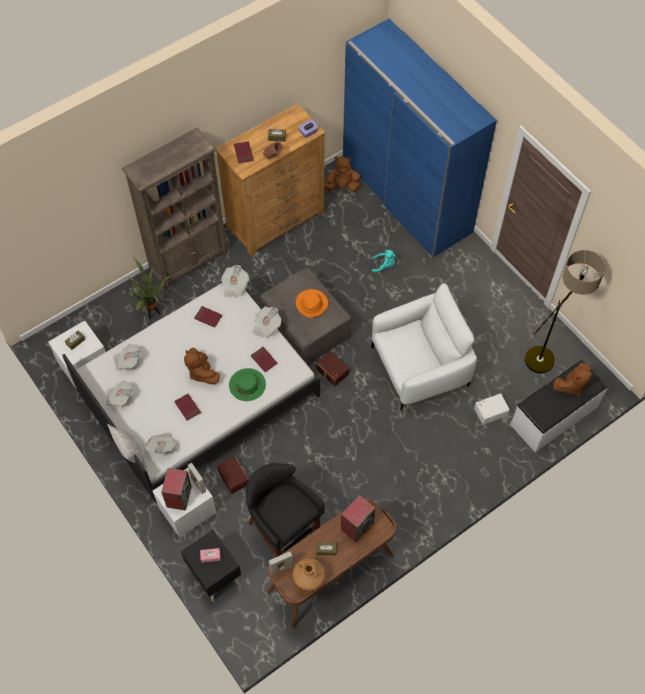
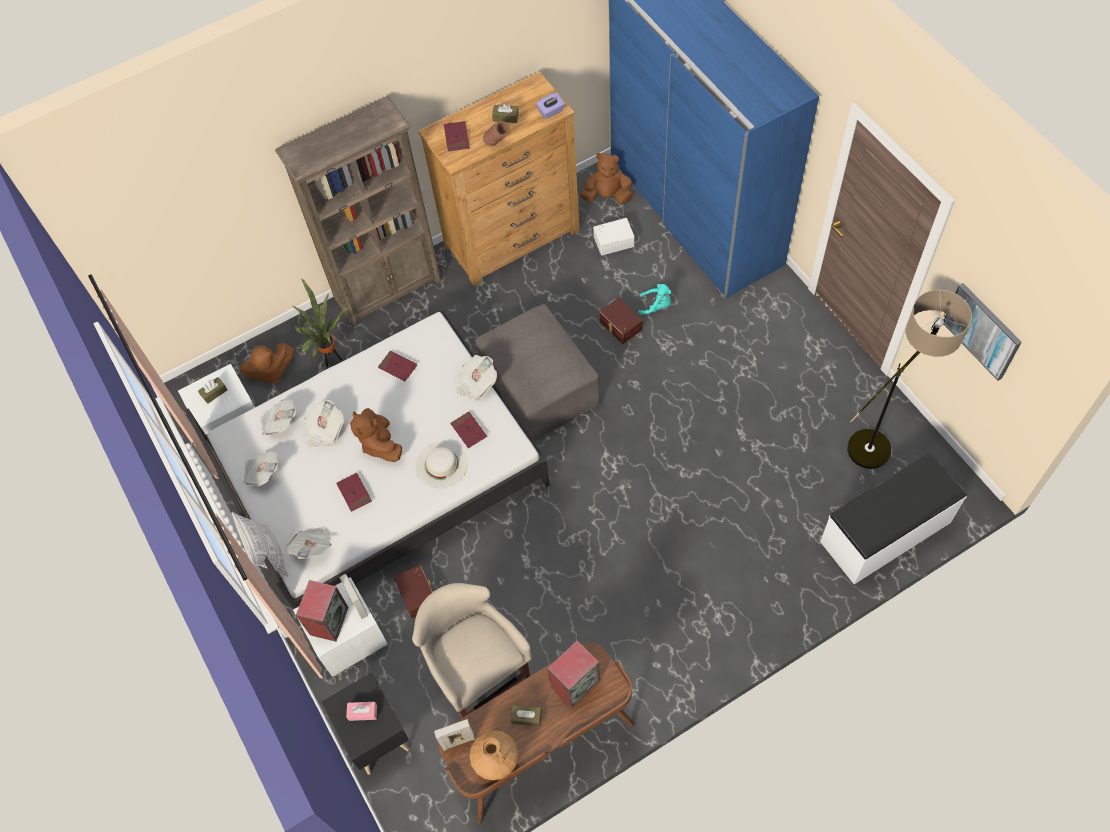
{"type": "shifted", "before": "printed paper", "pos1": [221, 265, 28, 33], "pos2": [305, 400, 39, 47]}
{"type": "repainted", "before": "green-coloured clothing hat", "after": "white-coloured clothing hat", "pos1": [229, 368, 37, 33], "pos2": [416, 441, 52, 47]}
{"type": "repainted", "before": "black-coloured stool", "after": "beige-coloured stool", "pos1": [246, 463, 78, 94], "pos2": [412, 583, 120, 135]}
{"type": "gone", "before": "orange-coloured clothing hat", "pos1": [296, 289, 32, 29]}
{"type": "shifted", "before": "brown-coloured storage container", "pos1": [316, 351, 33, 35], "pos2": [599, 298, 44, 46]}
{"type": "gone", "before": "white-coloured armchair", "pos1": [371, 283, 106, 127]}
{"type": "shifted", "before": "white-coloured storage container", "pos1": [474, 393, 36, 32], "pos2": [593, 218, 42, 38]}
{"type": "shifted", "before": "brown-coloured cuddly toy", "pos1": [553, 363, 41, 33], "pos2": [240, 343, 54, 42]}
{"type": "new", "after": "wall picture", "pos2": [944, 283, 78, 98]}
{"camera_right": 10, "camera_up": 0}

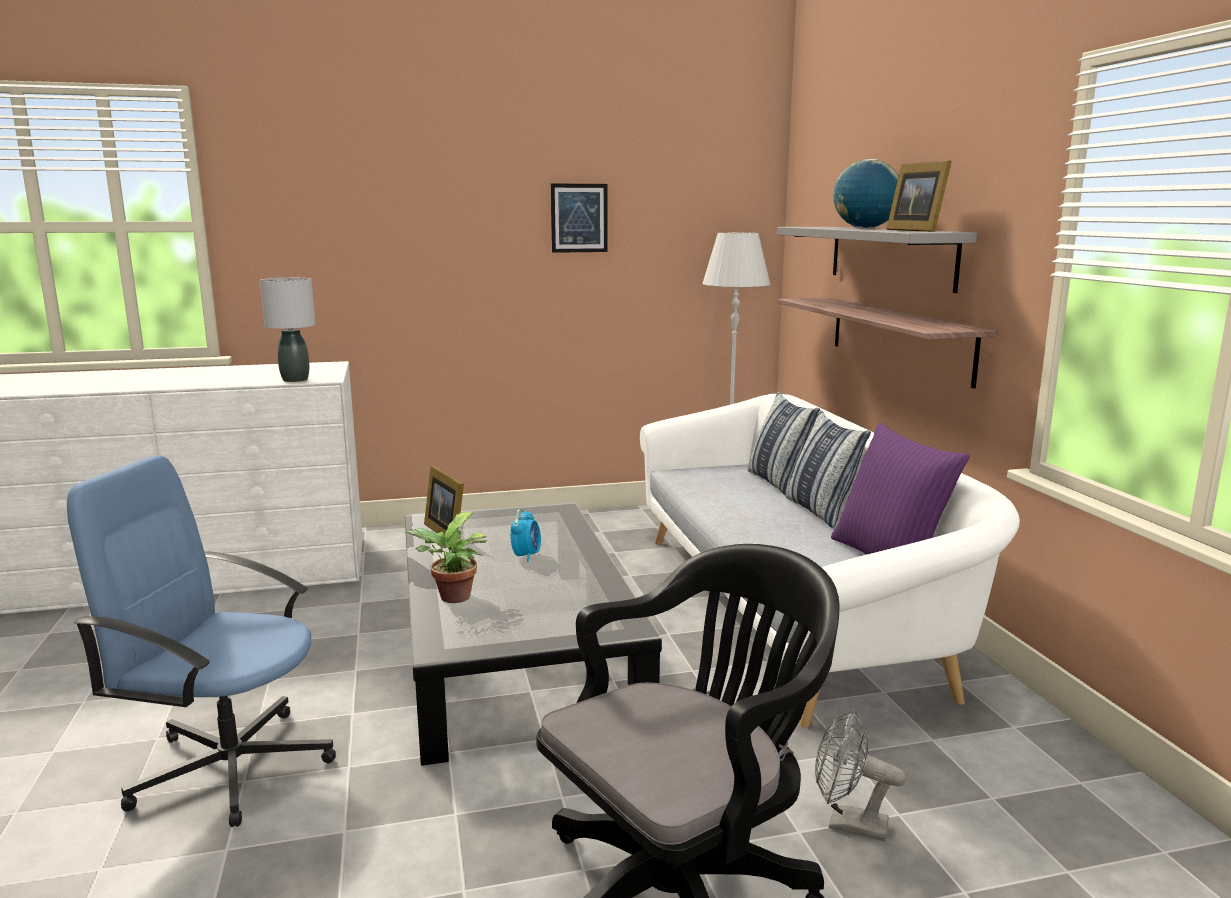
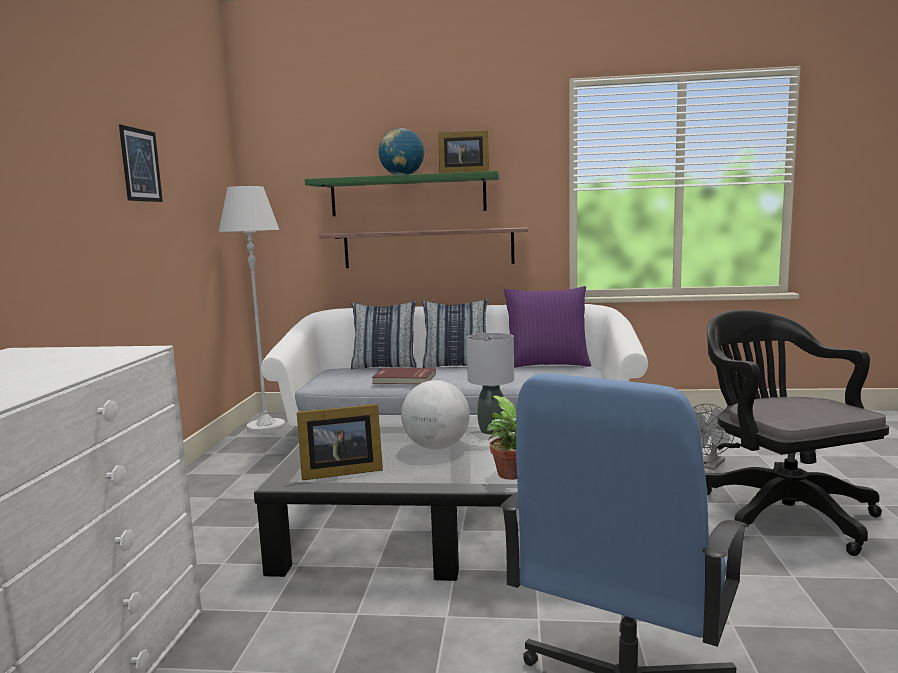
{"type": "shifted", "before": "gray table lamp", "pos1": [260, 278, 56, 104], "pos2": [466, 333, 48, 102]}
{"type": "swapped", "before": "alarm clock", "after": "globe", "pos1": [510, 509, 31, 54], "pos2": [401, 380, 69, 69]}
{"type": "repainted", "before": "gray shelf", "after": "green-coloured shelf", "pos1": [777, 227, 200, 66], "pos2": [305, 171, 194, 45]}
{"type": "new", "after": "reddish book", "pos2": [372, 368, 64, 16]}
{"camera_right": -70, "camera_up": -5}

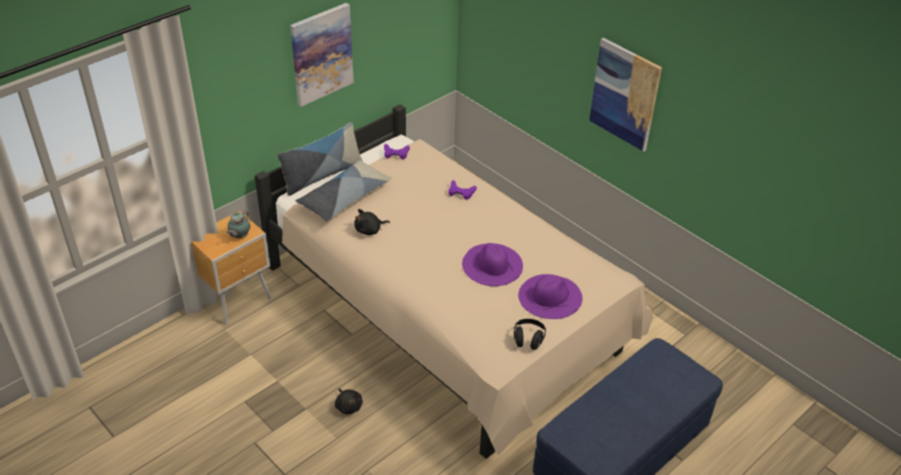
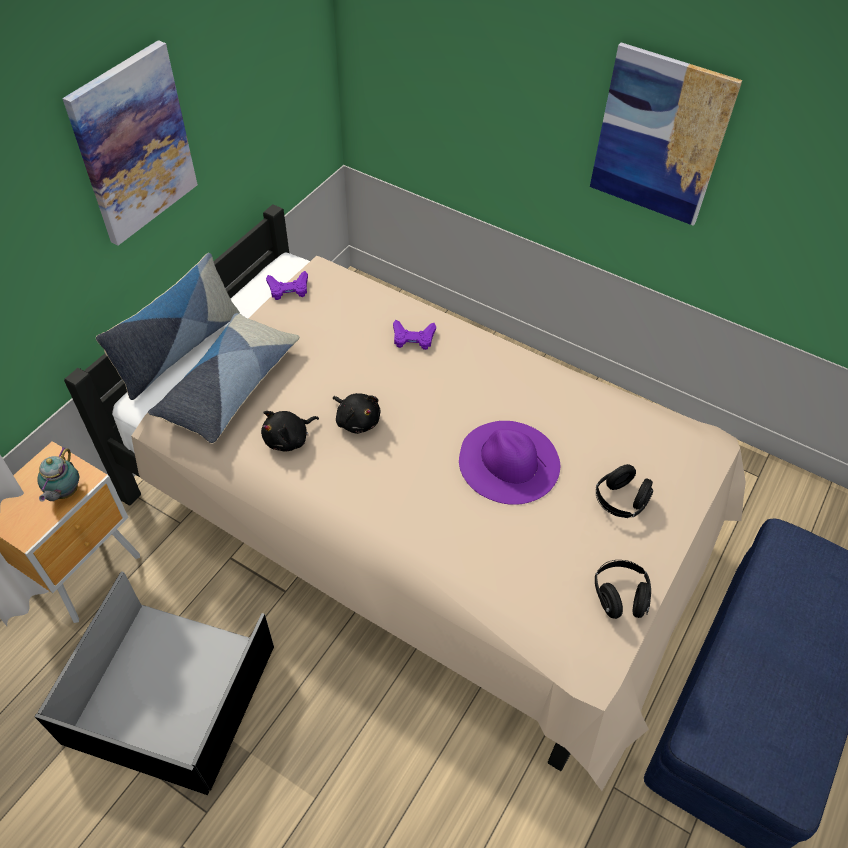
{"type": "shifted", "before": "black-coloured cuddly toy", "pos1": [334, 388, 29, 26], "pos2": [333, 393, 48, 41]}
{"type": "swapped", "before": "purple-coloured clothing hat", "after": "black-coloured pair of headphones", "pos1": [518, 274, 64, 45], "pos2": [596, 464, 57, 54]}
{"type": "new", "after": "black-coloured storage container", "pos2": [34, 571, 240, 224]}
{"camera_right": -15, "camera_up": 10}

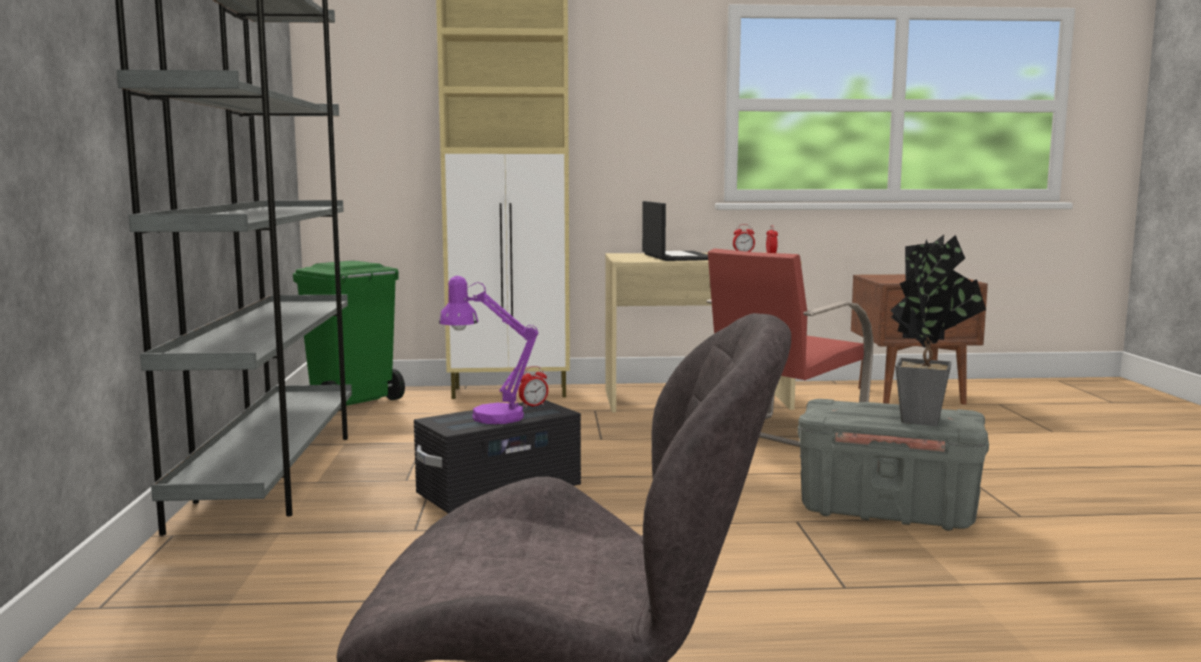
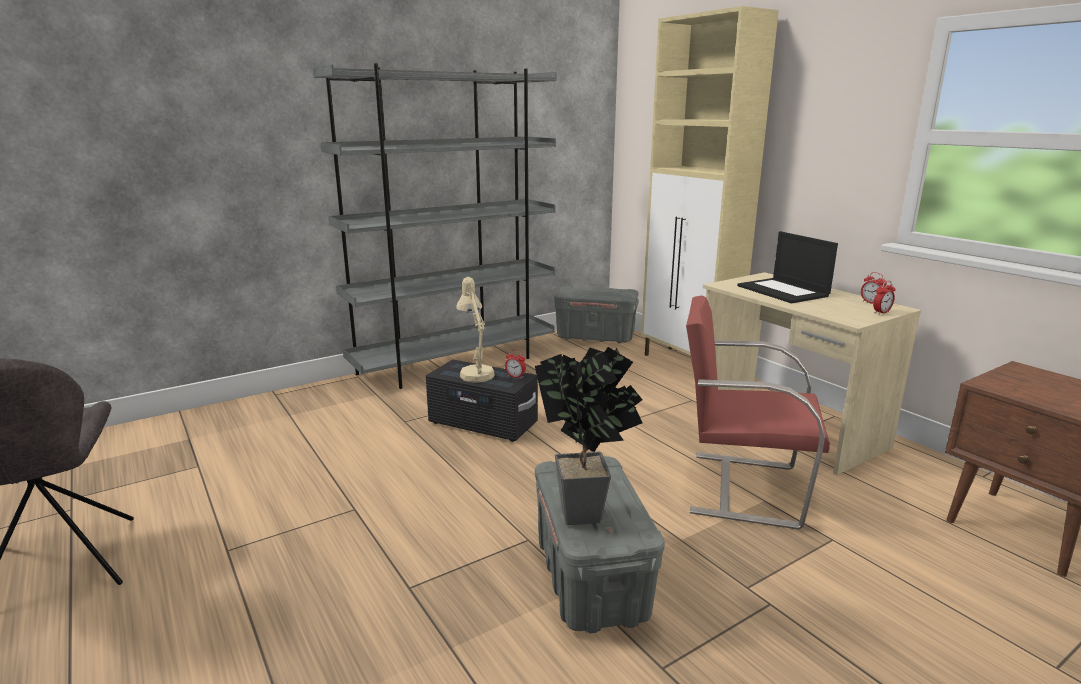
{"type": "swapped", "before": "green-coloured trash can", "after": "gray storage container", "pos1": [293, 260, 112, 146], "pos2": [554, 286, 85, 57]}
{"type": "repainted", "before": "purple-coloured table lamp", "after": "beige-coloured table lamp", "pos1": [439, 276, 99, 148], "pos2": [456, 277, 39, 106]}
{"type": "rotated", "before": "portable computer", "pos1": [642, 201, 66, 60], "pos2": [737, 231, 101, 72], "turn": 105}
{"camera_right": 60, "camera_up": 10}

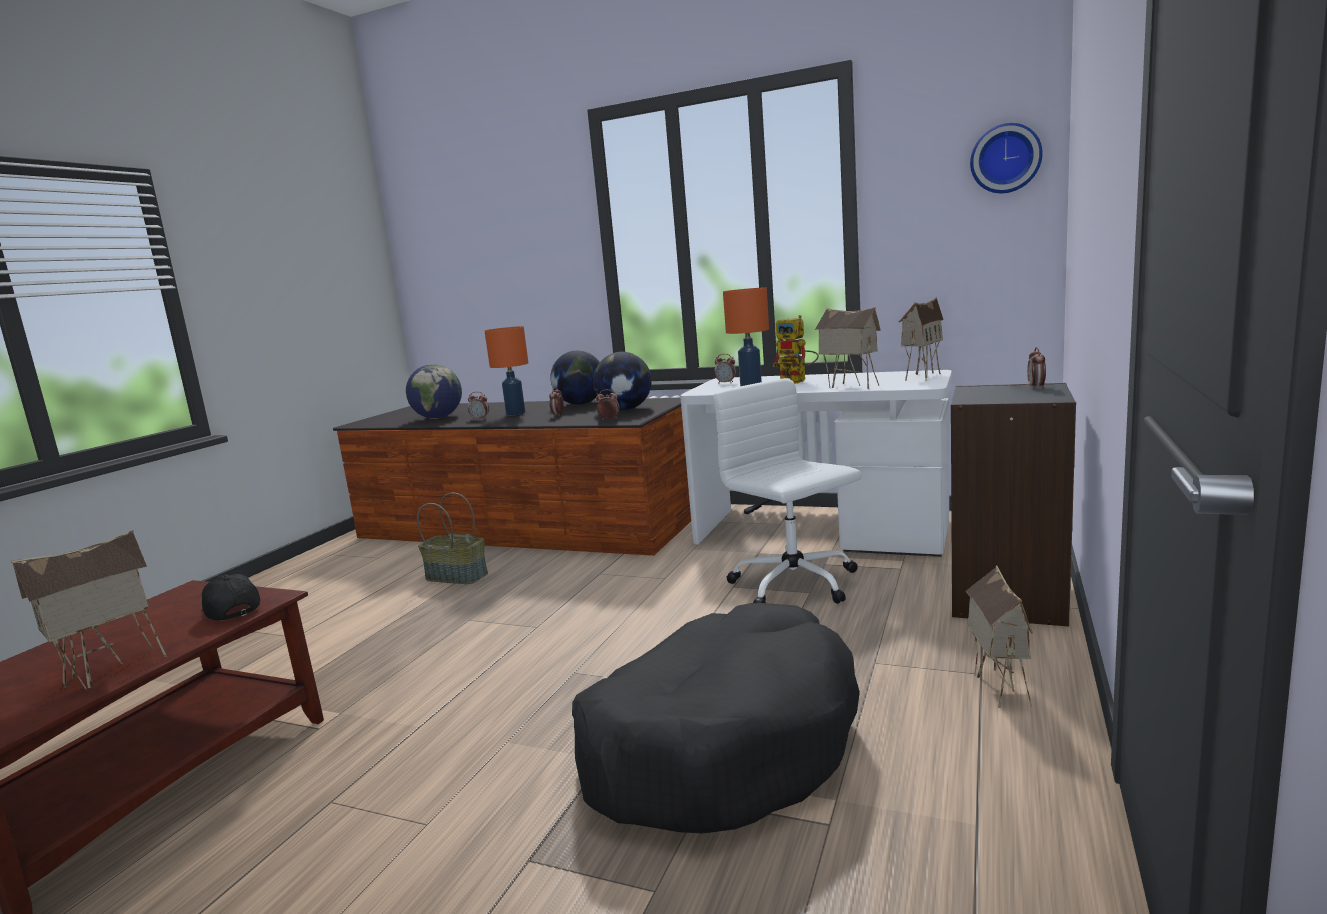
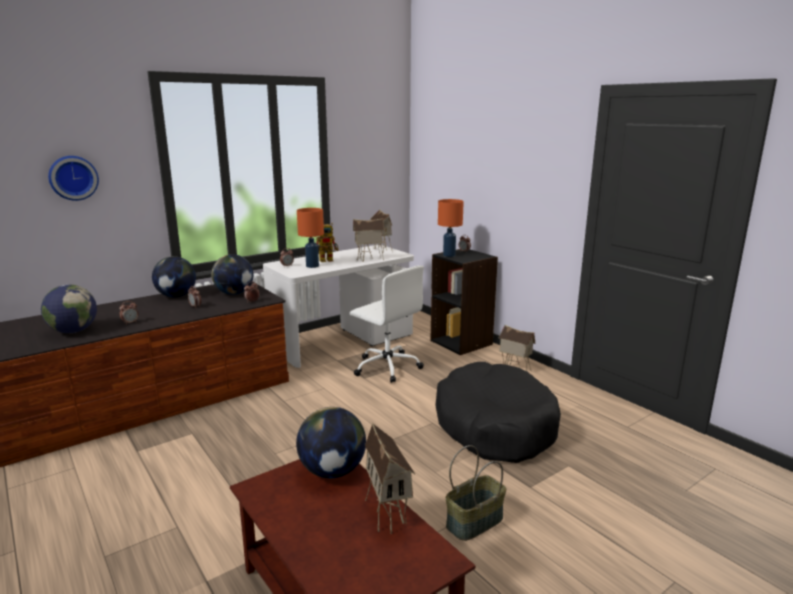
{"type": "swapped", "before": "black-coloured baseball cap", "after": "globe", "pos1": [201, 574, 59, 46], "pos2": [296, 407, 70, 71]}
{"type": "shifted", "before": "storage basket", "pos1": [417, 493, 71, 91], "pos2": [446, 445, 60, 96]}
{"type": "shifted", "before": "orange-coloured table lamp", "pos1": [485, 326, 43, 90], "pos2": [438, 199, 26, 58]}
{"type": "rotated", "before": "white-coloured office chair", "pos1": [713, 378, 149, 226], "pos2": [350, 265, 74, 118], "turn": -135}
{"type": "shifted", "before": "hanging clock", "pos1": [970, 123, 73, 70], "pos2": [48, 156, 51, 45]}
{"camera_right": -60, "camera_up": 5}

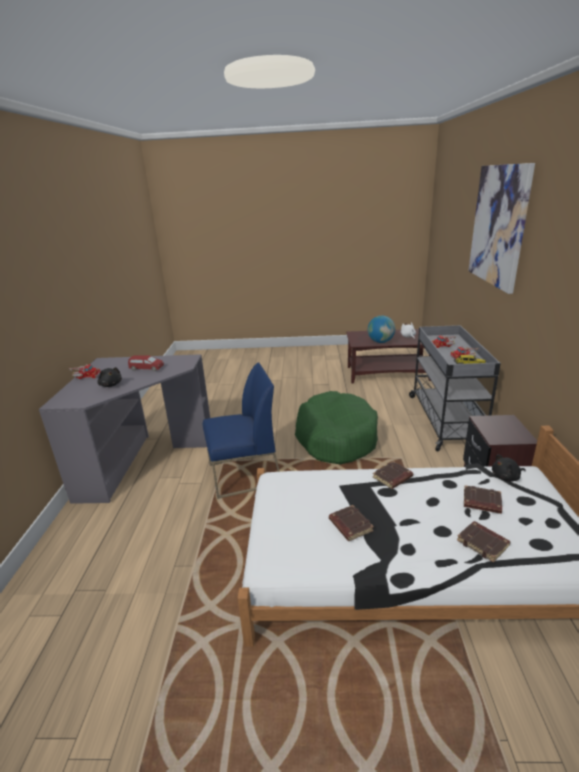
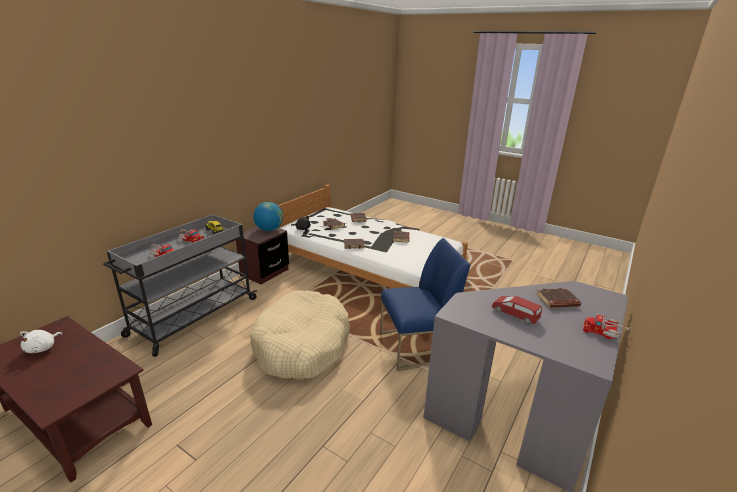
{"type": "swapped", "before": "black-coloured cuddly toy", "after": "brown-coloured book", "pos1": [97, 367, 25, 20], "pos2": [537, 288, 44, 20]}
{"type": "rotated", "before": "blue-coloured chair", "pos1": [203, 363, 77, 136], "pos2": [380, 238, 91, 133], "turn": 150}
{"type": "repainted", "before": "green-coloured pet bed", "after": "beige-coloured pet bed", "pos1": [295, 391, 83, 73], "pos2": [250, 290, 100, 90]}
{"type": "shifted", "before": "globe", "pos1": [368, 316, 27, 27], "pos2": [253, 202, 30, 29]}
{"type": "gone", "before": "wall picture", "pos1": [468, 163, 67, 131]}
{"camera_right": -150, "camera_up": 0}

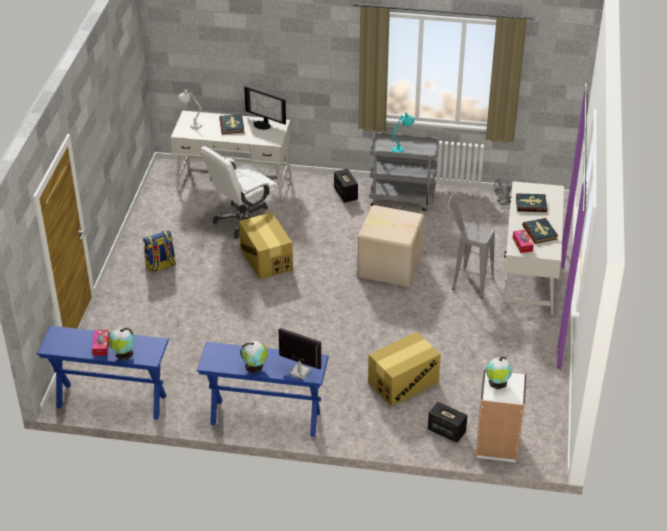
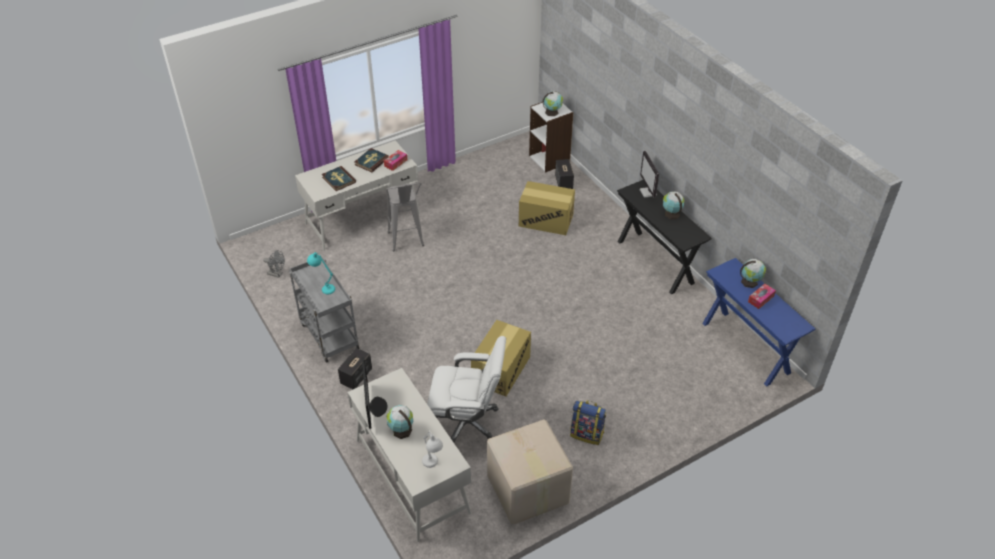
{"type": "repainted", "before": "blue-coloured hall table", "after": "black-coloured hall table", "pos1": [197, 342, 132, 95], "pos2": [617, 180, 95, 114]}
{"type": "swapped", "before": "book", "after": "globe", "pos1": [219, 114, 25, 20], "pos2": [387, 405, 27, 34]}
{"type": "shifted", "before": "packing box", "pos1": [357, 205, 67, 82], "pos2": [487, 419, 86, 106]}
{"camera_right": -130, "camera_up": 5}

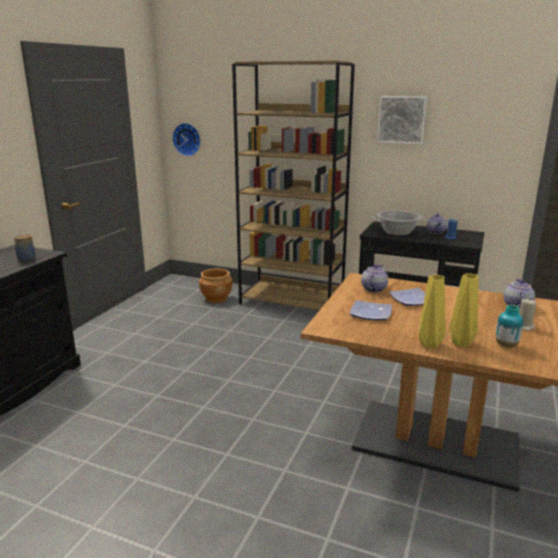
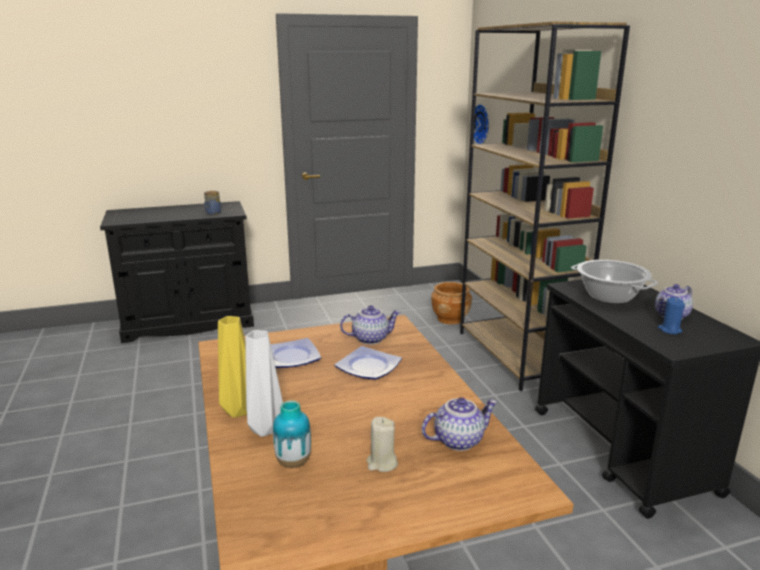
{"type": "gone", "before": "wall picture", "pos1": [377, 96, 50, 49]}
{"type": "repainted", "before": "yellow vase", "after": "white-coloured vase", "pos1": [450, 273, 29, 74], "pos2": [245, 330, 38, 107]}
{"camera_right": 50, "camera_up": 0}

